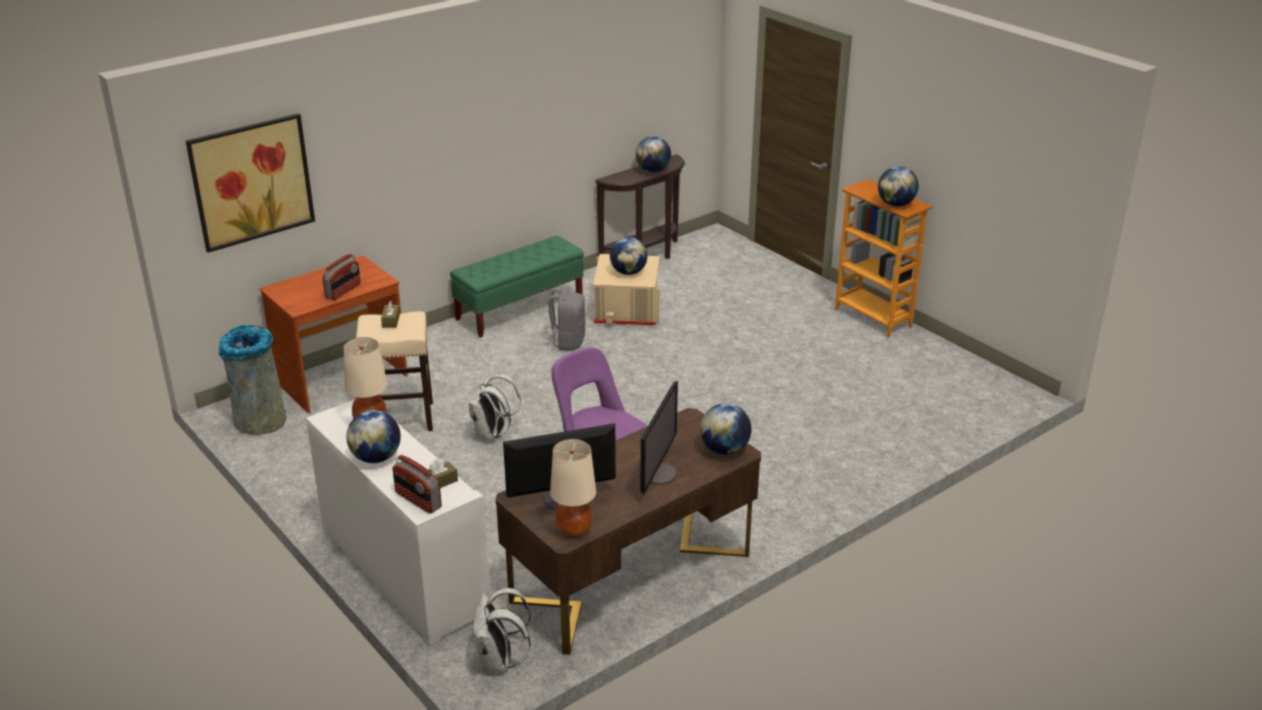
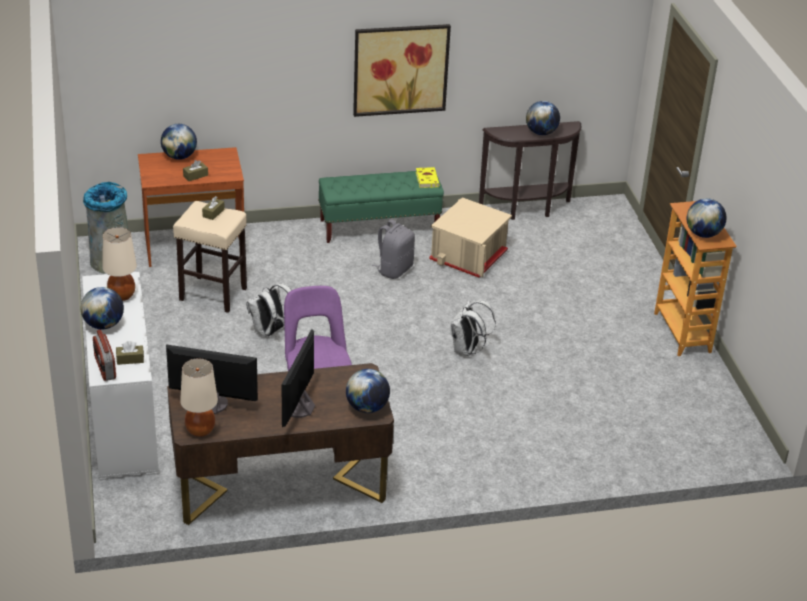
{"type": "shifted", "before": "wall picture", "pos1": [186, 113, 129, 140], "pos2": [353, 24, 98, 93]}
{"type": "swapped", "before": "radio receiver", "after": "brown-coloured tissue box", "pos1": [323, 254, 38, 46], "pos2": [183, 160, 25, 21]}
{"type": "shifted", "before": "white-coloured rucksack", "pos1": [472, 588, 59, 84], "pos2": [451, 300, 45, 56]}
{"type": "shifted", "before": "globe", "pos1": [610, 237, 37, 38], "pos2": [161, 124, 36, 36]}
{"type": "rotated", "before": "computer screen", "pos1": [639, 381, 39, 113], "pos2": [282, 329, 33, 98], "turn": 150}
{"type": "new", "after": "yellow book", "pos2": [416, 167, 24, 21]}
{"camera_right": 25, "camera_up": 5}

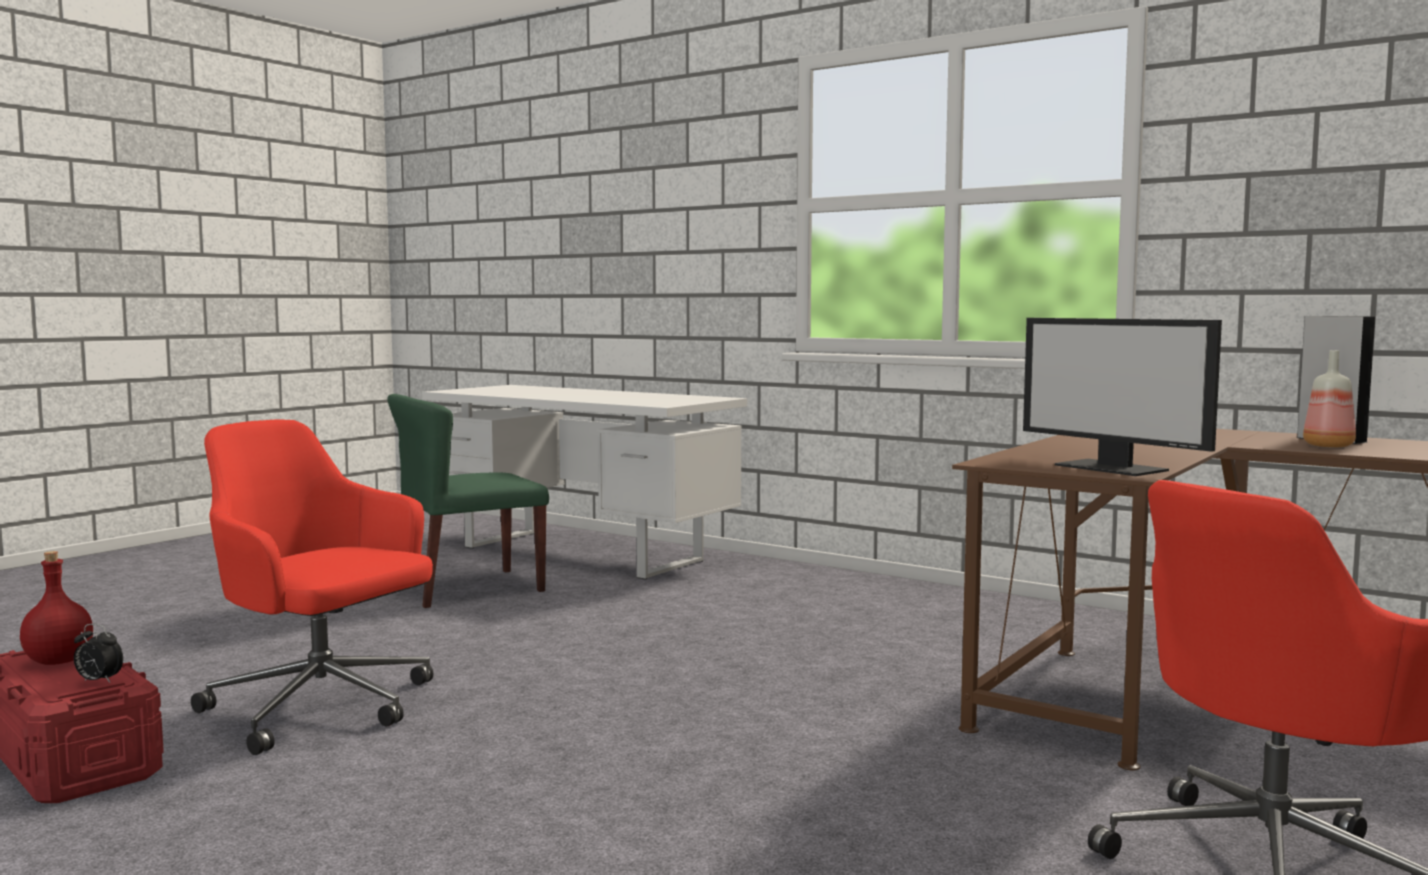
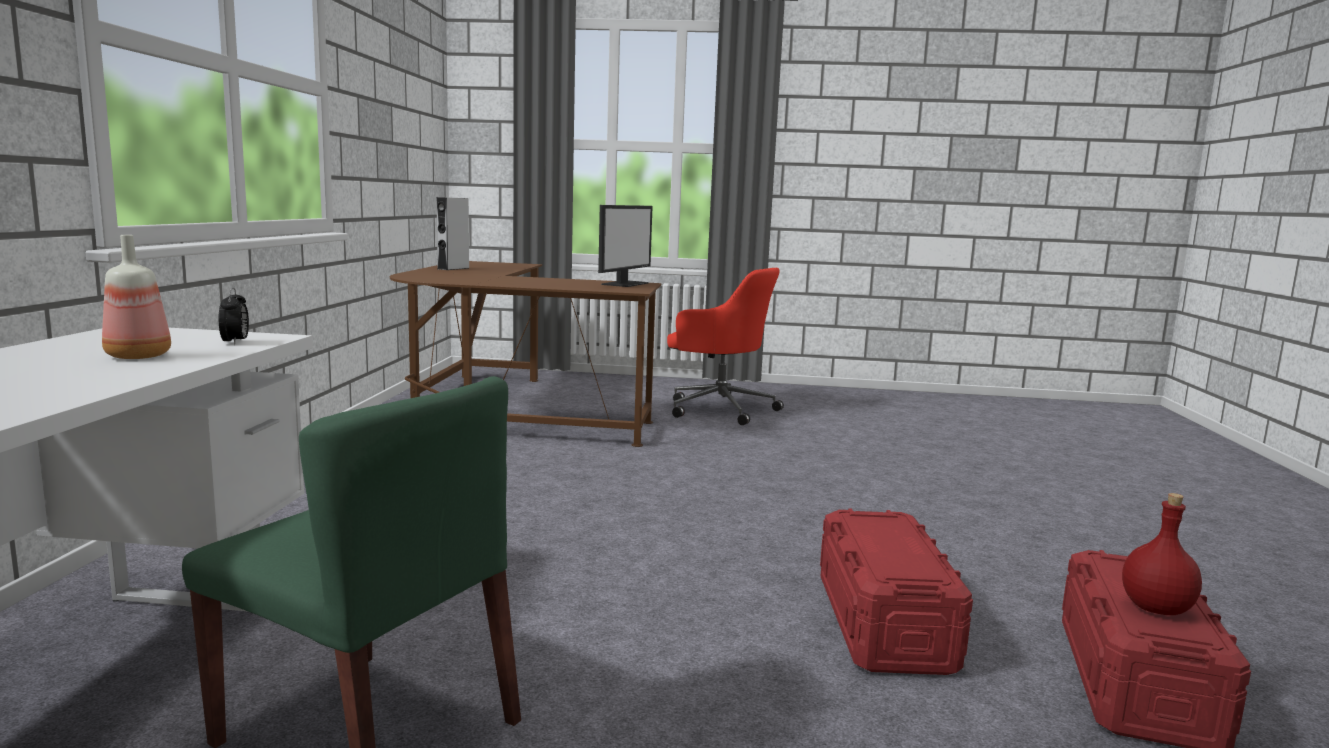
{"type": "shifted", "before": "alarm clock", "pos1": [74, 624, 49, 59], "pos2": [218, 288, 31, 57]}
{"type": "swapped", "before": "reddish office chair", "after": "reddish storage container", "pos1": [191, 420, 242, 335], "pos2": [820, 508, 153, 167]}
{"type": "shifted", "before": "beverage bottle", "pos1": [1303, 350, 53, 97], "pos2": [102, 235, 69, 124]}
{"camera_right": -120, "camera_up": 5}

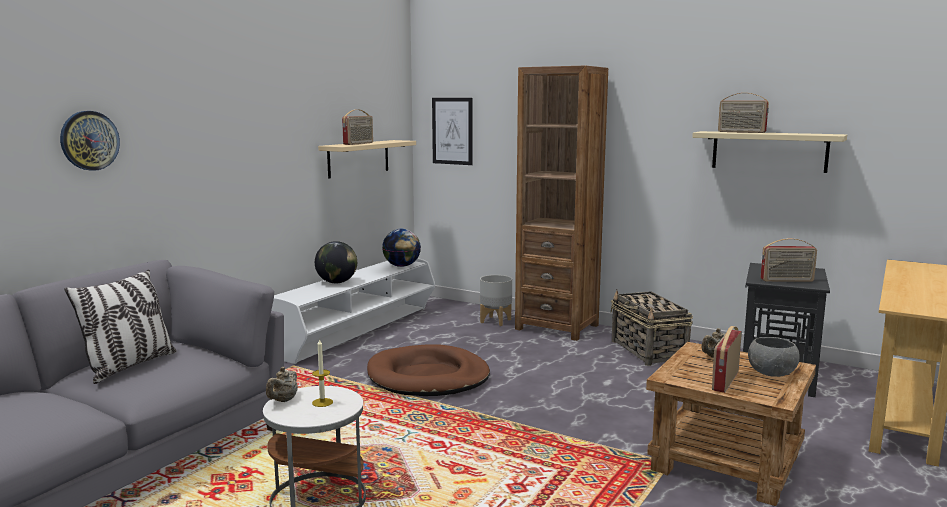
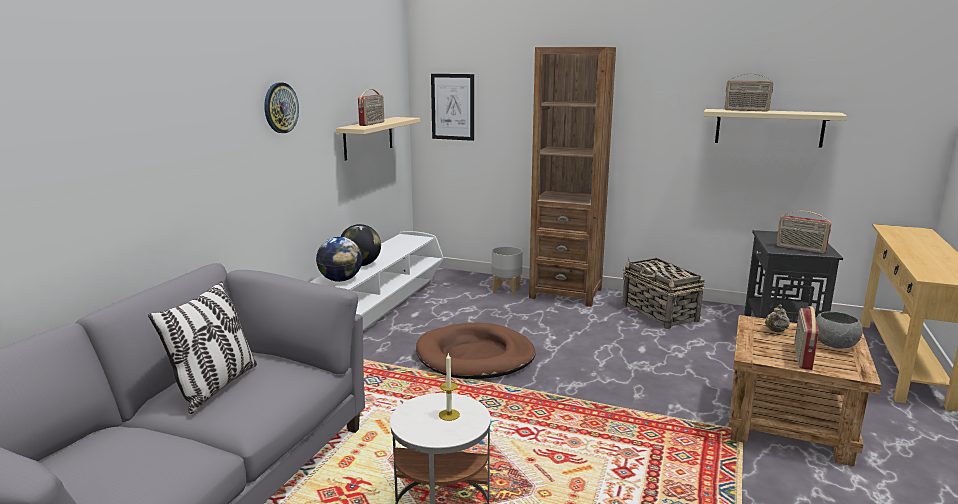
{"type": "shifted", "before": "hanging clock", "pos1": [60, 111, 60, 60], "pos2": [264, 82, 35, 51]}
{"type": "gone", "before": "beige-coloured teapot", "pos1": [266, 367, 32, 35]}
{"type": "shifted", "before": "globe", "pos1": [382, 229, 39, 38], "pos2": [316, 237, 46, 45]}
{"type": "rotated", "before": "radio receiver", "pos1": [761, 238, 56, 44], "pos2": [776, 211, 55, 42], "turn": 45}
{"camera_right": -10, "camera_up": 5}

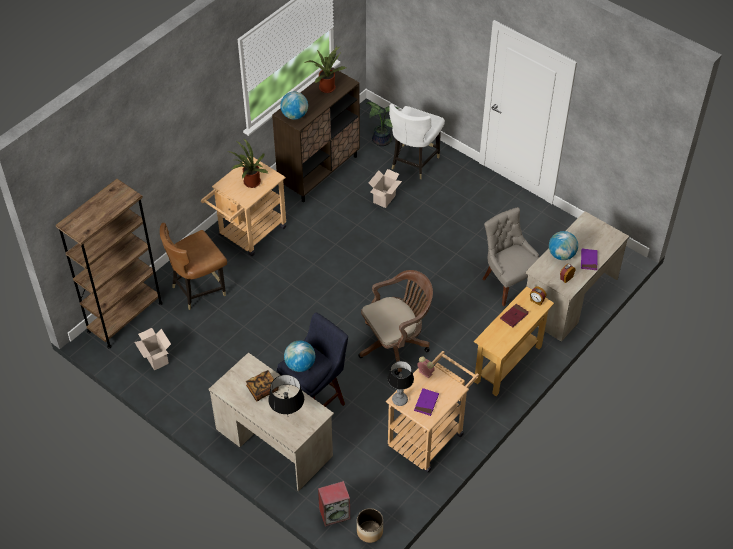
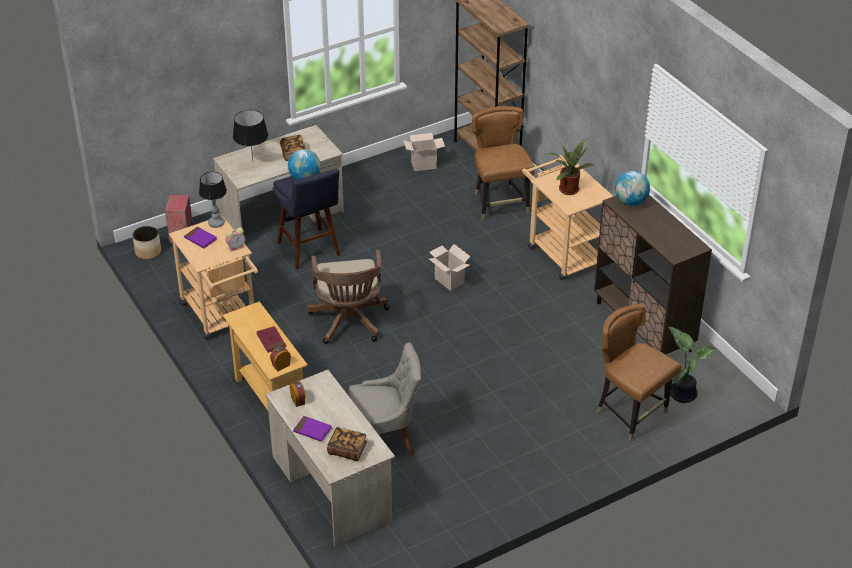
{"type": "gone", "before": "houseplant", "pos1": [304, 46, 42, 47]}
{"type": "shifted", "before": "packing box", "pos1": [369, 169, 33, 39], "pos2": [429, 244, 41, 47]}
{"type": "repainted", "before": "white-coloured chair", "after": "brown-coloured chair", "pos1": [389, 104, 56, 75], "pos2": [596, 304, 85, 137]}
{"type": "gone", "before": "globe", "pos1": [549, 231, 29, 29]}
{"type": "new", "after": "book", "pos2": [327, 427, 40, 34]}
{"camera_right": 110, "camera_up": -10}

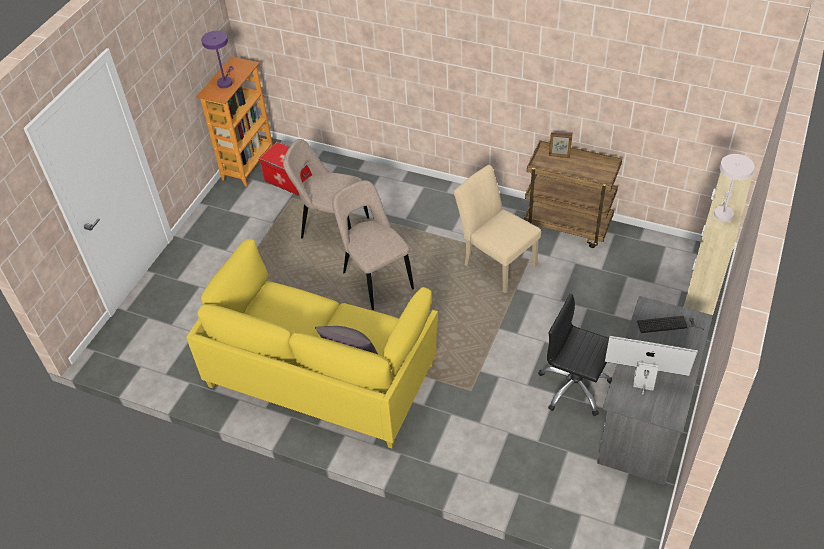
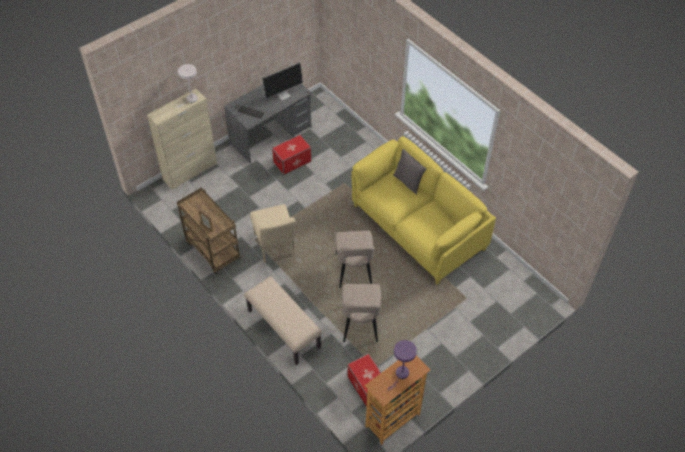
{"type": "rotated", "before": "beige-coloured chair", "pos1": [283, 139, 86, 100], "pos2": [342, 284, 39, 58], "turn": 45}
{"type": "swapped", "before": "black-coloured office chair", "after": "storage container", "pos1": [538, 294, 74, 122], "pos2": [272, 135, 39, 40]}
{"type": "rotated", "before": "computer screen", "pos1": [605, 336, 93, 59], "pos2": [262, 62, 41, 38], "turn": -75}
{"type": "new", "after": "beige-coloured bench", "pos2": [244, 276, 78, 89]}
{"camera_right": -155, "camera_up": 5}

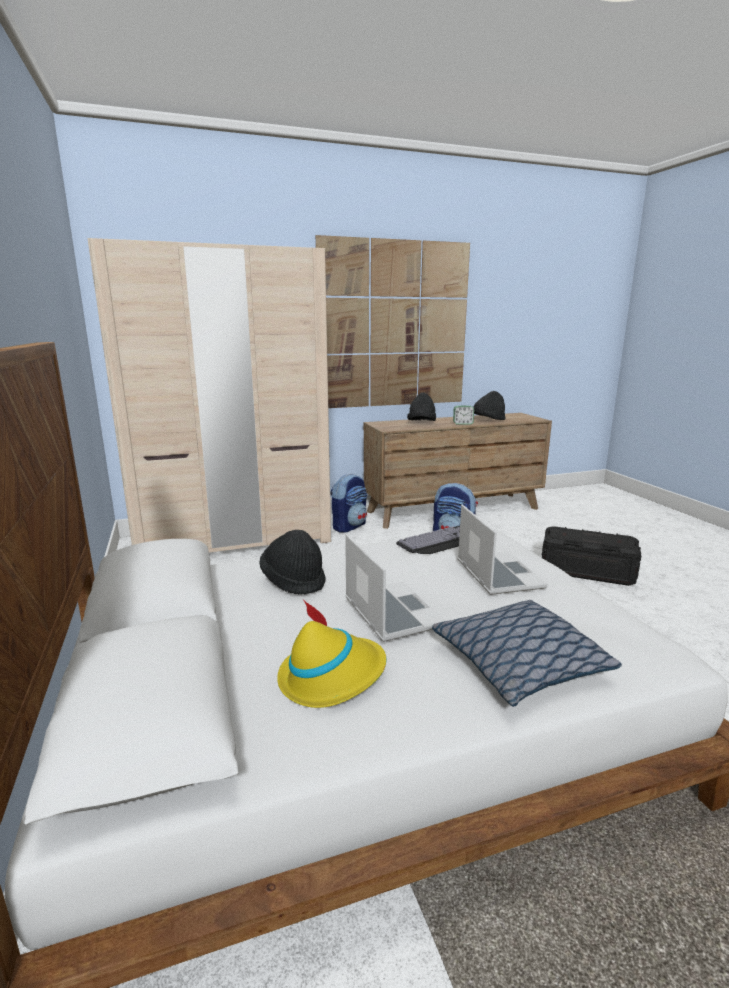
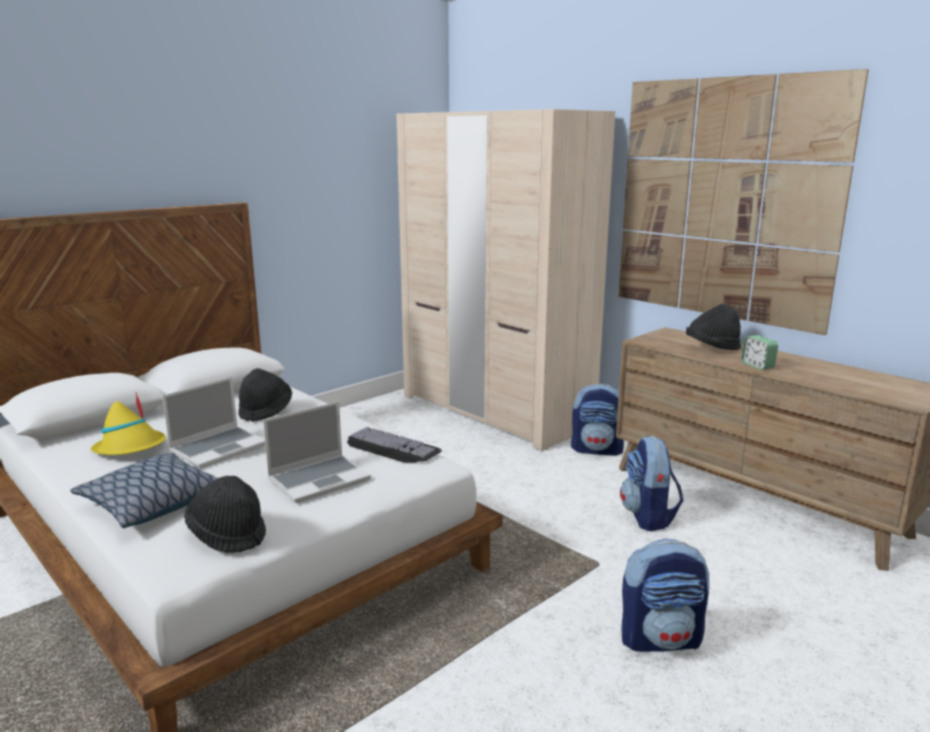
{"type": "shifted", "before": "black-coloured clothing hat", "pos1": [473, 391, 33, 29], "pos2": [184, 476, 82, 77]}
{"type": "swapped", "before": "black-coloured storage container", "after": "rucksack", "pos1": [542, 526, 99, 60], "pos2": [621, 539, 88, 113]}
{"camera_right": 65, "camera_up": 0}

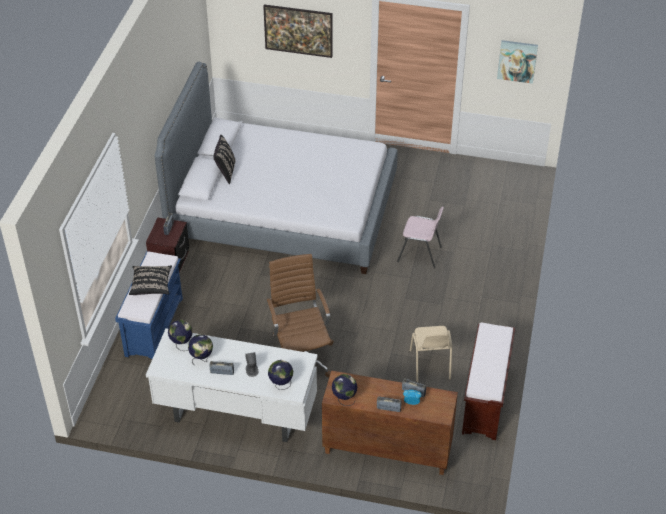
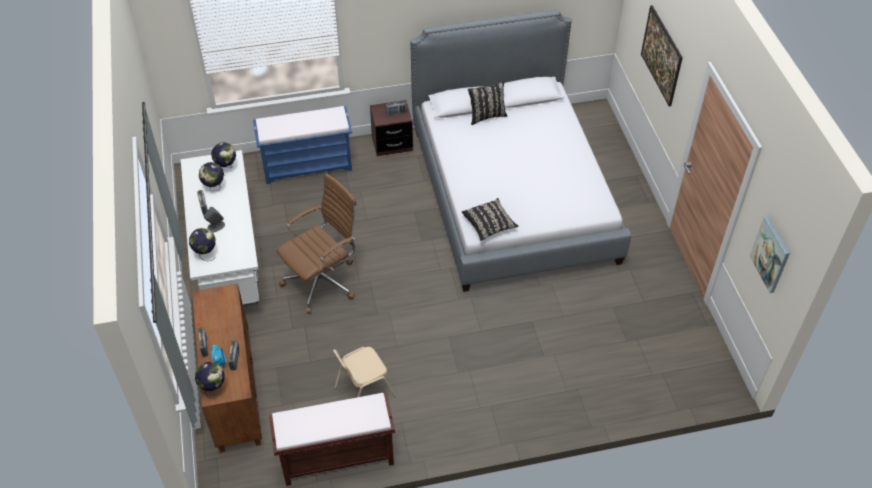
{"type": "shifted", "before": "black-coloured pillow", "pos1": [129, 265, 43, 30], "pos2": [461, 198, 58, 43]}
{"type": "shifted", "before": "globe", "pos1": [332, 374, 25, 32], "pos2": [195, 362, 30, 37]}
{"type": "gone", "before": "pink chair", "pos1": [397, 206, 47, 63]}
{"camera_right": 65, "camera_up": 5}

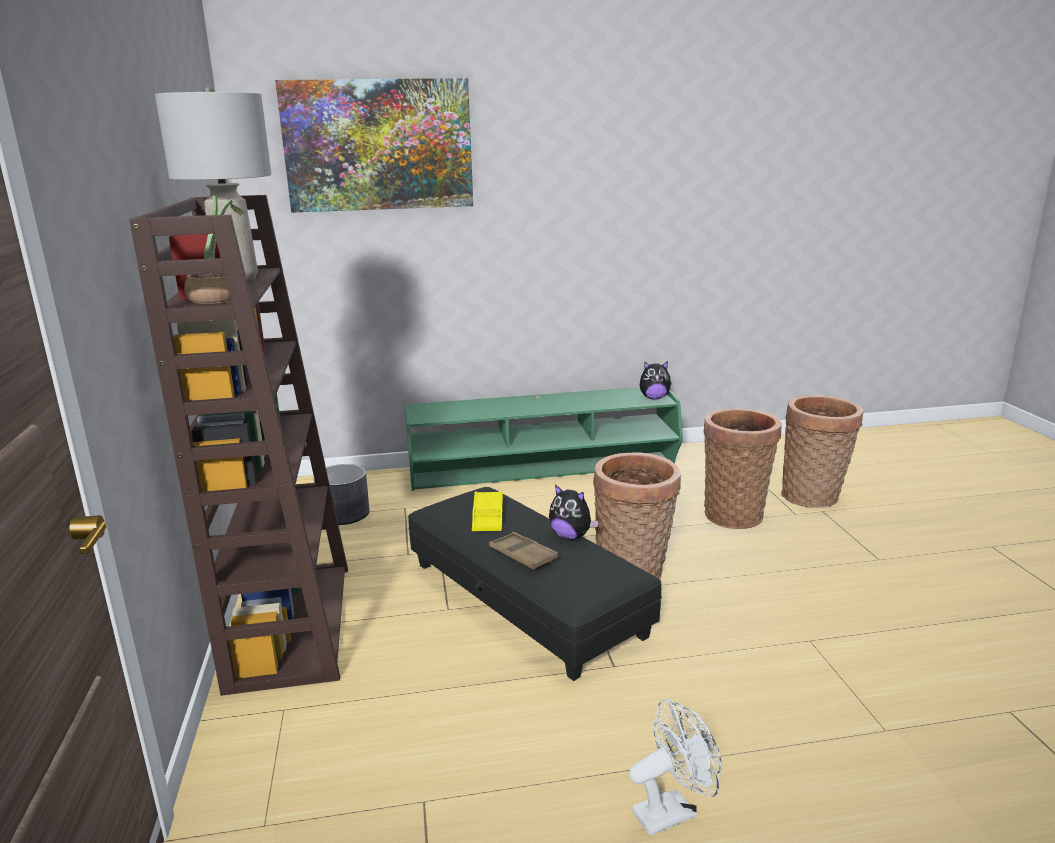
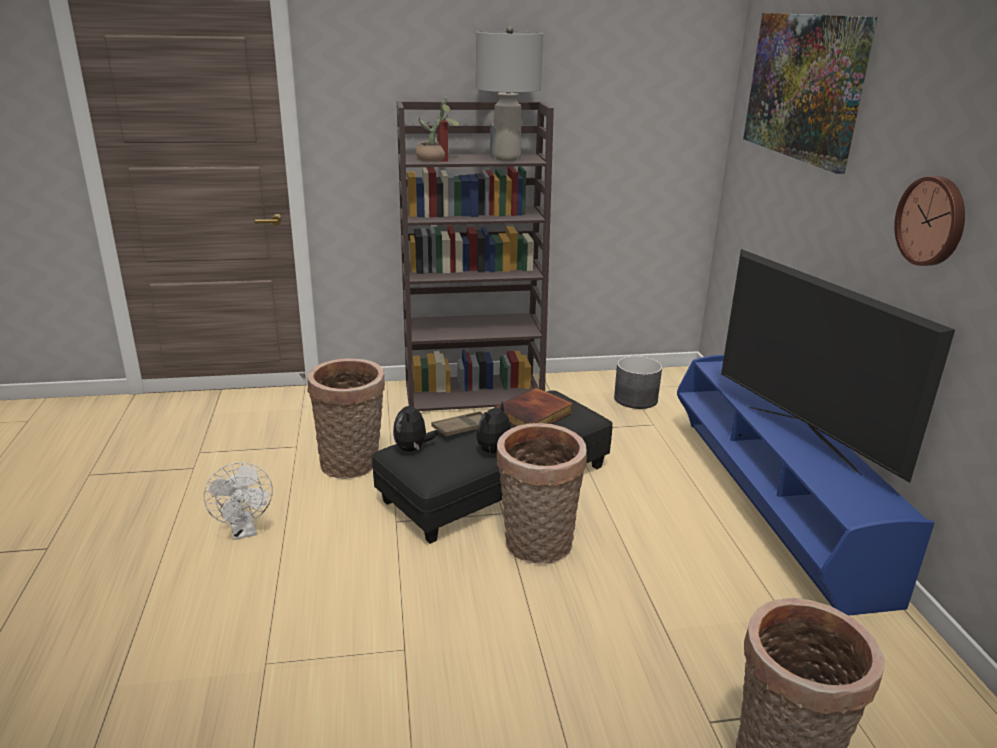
{"type": "repainted", "before": "green-coloured media console", "after": "blue-coloured media console", "pos1": [405, 387, 278, 104], "pos2": [677, 355, 257, 260]}
{"type": "swapped", "before": "yellow serving tray", "after": "book", "pos1": [472, 491, 31, 40], "pos2": [494, 388, 79, 38]}
{"type": "shifted", "before": "cuddly toy", "pos1": [640, 361, 32, 39], "pos2": [393, 398, 45, 54]}
{"type": "shifted", "before": "storage basket", "pos1": [704, 409, 78, 120], "pos2": [307, 358, 78, 121]}
{"type": "new", "after": "TV", "pos2": [721, 249, 234, 234]}
{"type": "new", "after": "hanging clock", "pos2": [894, 176, 71, 90]}
{"camera_right": 90, "camera_up": 5}

